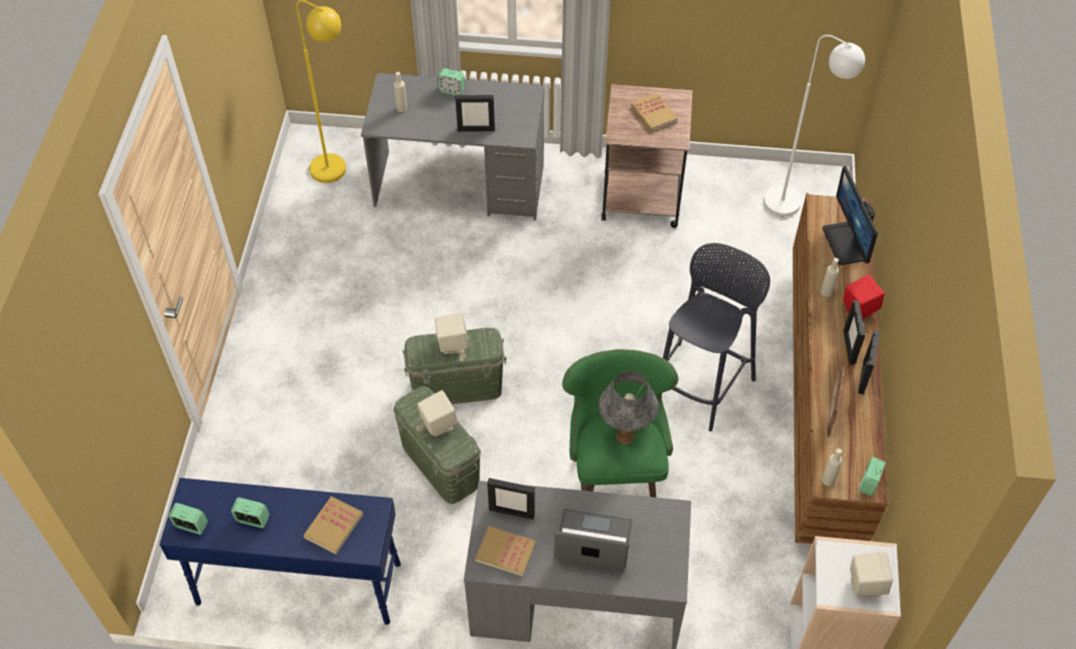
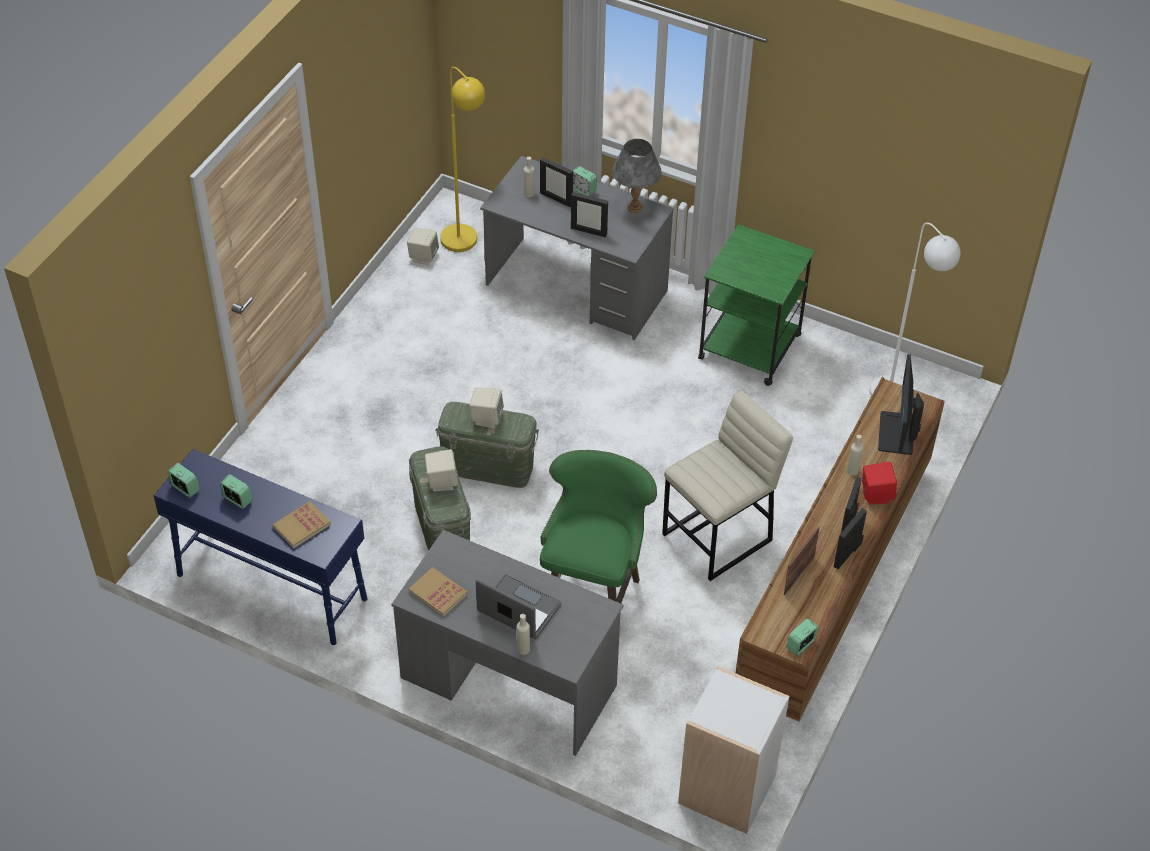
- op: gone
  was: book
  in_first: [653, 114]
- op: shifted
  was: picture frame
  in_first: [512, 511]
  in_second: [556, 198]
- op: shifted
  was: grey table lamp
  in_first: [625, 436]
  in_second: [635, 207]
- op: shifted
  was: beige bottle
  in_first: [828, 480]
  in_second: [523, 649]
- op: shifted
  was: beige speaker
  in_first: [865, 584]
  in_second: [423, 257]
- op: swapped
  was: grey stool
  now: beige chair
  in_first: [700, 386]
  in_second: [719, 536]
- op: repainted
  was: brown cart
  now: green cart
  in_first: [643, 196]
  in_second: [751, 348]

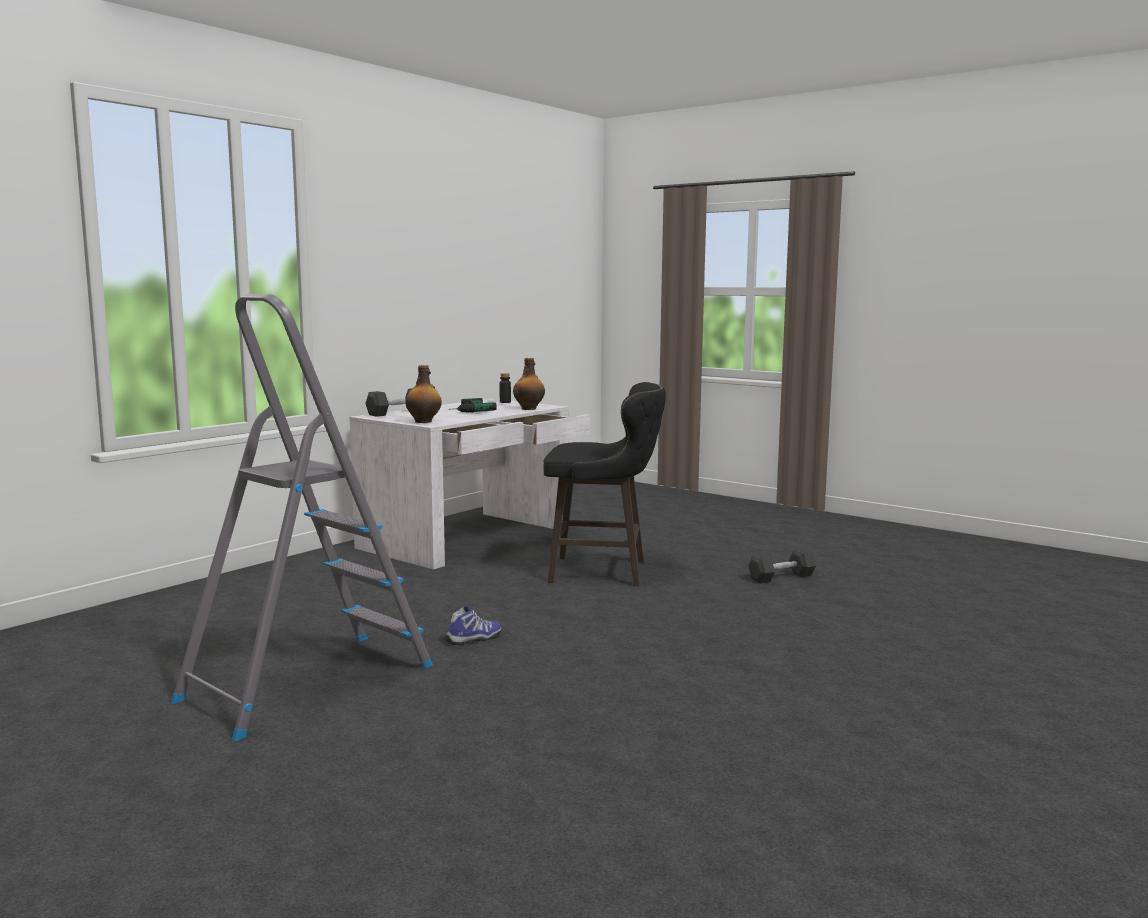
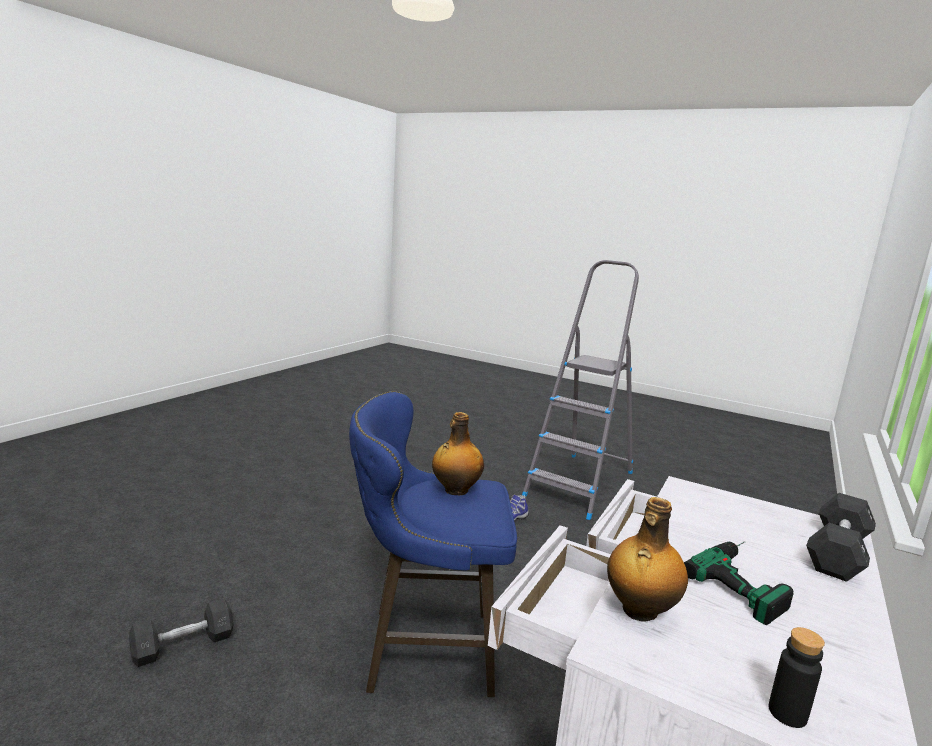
- op: shifted
  was: bottle
  in_first: [424, 421]
  in_second: [455, 490]
- op: repainted
  was: black stool
  now: blue stool
  in_first: [604, 571]
  in_second: [423, 649]

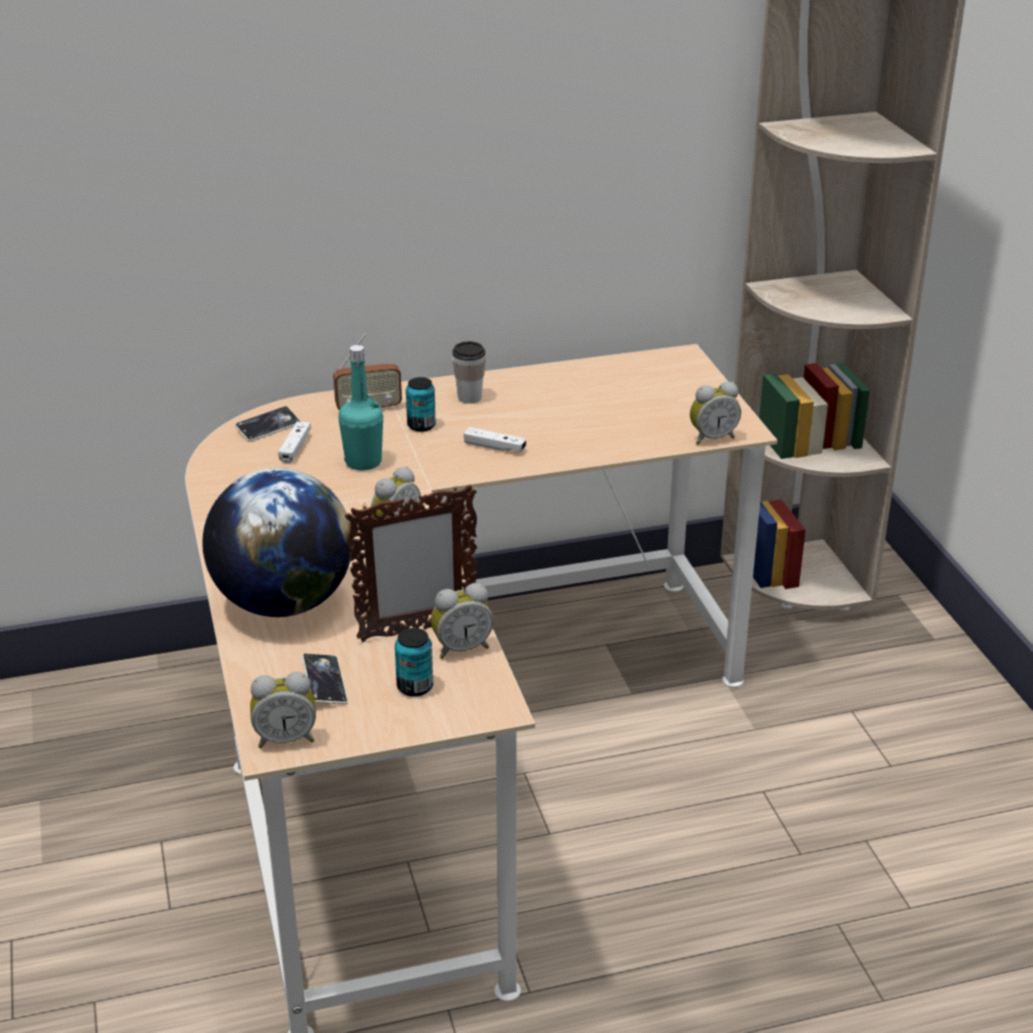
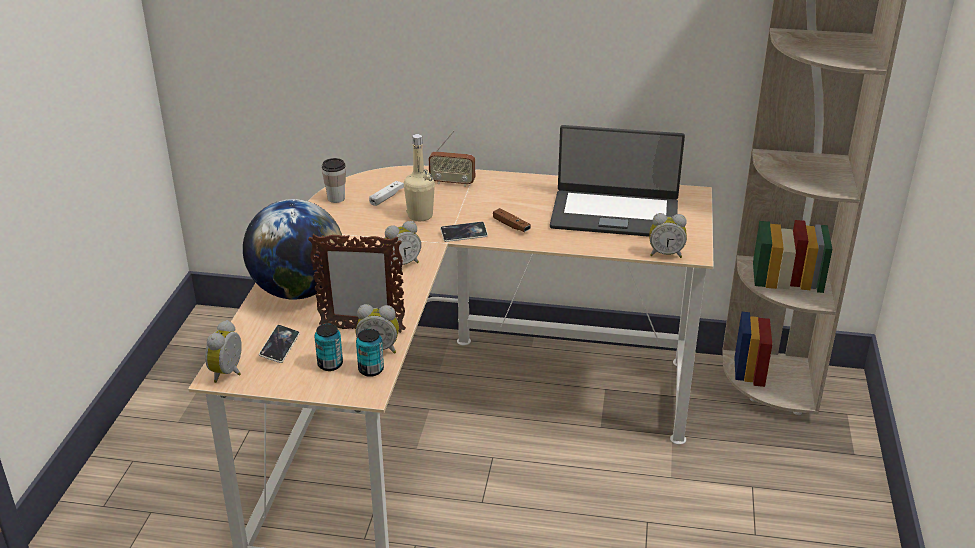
- op: new
  now: laptop
  in_second: [615, 214]
- op: shifted
  was: phone
  in_first: [268, 427]
  in_second: [464, 234]
- op: shifted
  was: can
  in_first: [421, 425]
  in_second: [371, 370]
- op: shifted
  was: cup
  in_first: [469, 397]
  in_second: [336, 198]
- op: repainted
  was: turquoise bottle
  now: beige bottle
  in_first: [363, 462]
  in_second: [420, 216]
- op: repainted
  was: white game controller
  now: brown game controller
  in_first: [494, 447]
  in_second: [511, 225]
- op: rotated
  was: alarm clock
  in_first: [286, 738]
  in_second: [229, 373]
  clockwise: 90

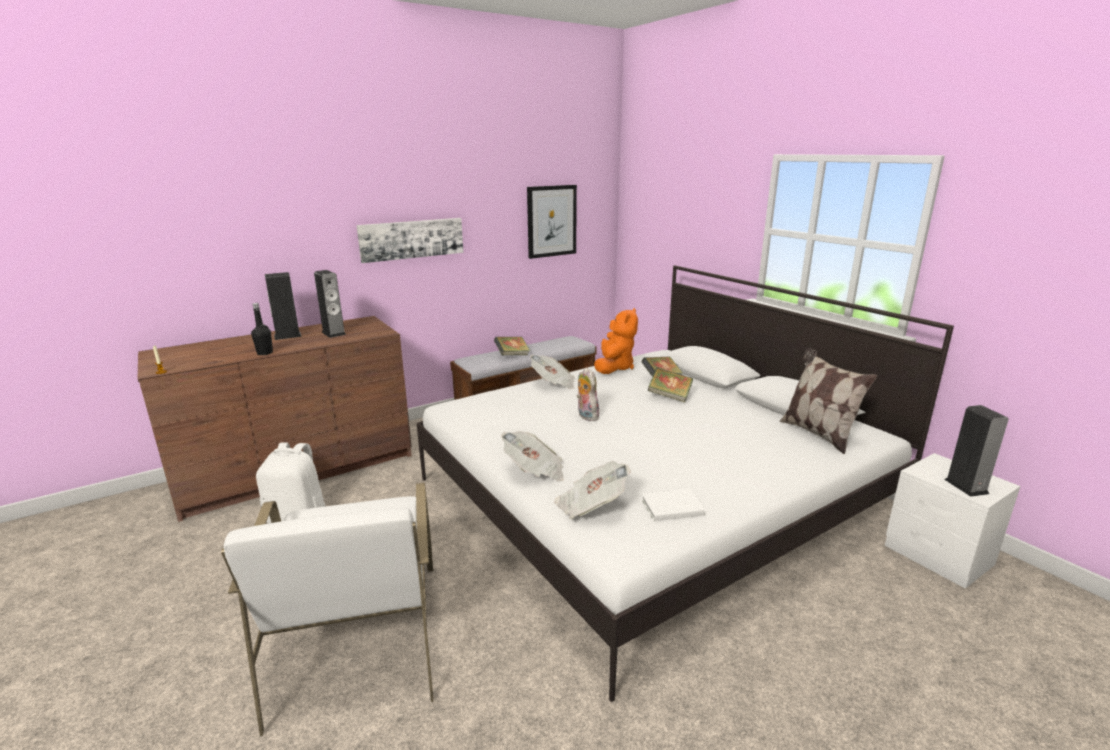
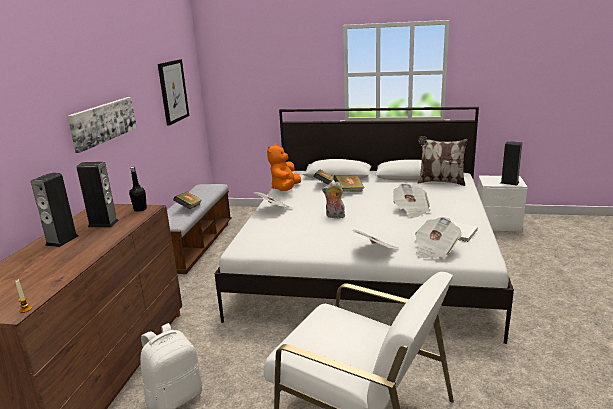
- op: new
  now: newspaper
  in_second: [411, 210]
- op: shifted
  was: black bottle
  in_first: [265, 353]
  in_second: [140, 209]
- op: rotated
  was: orange plush toy
  in_first: [614, 367]
  in_second: [285, 189]
  clockwise: -135

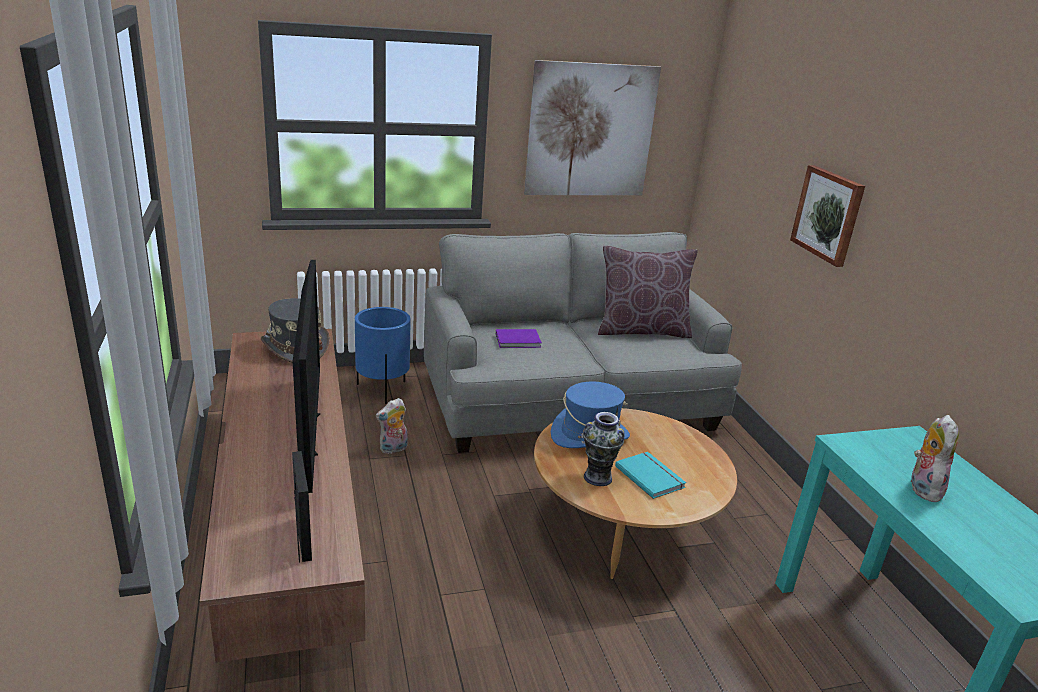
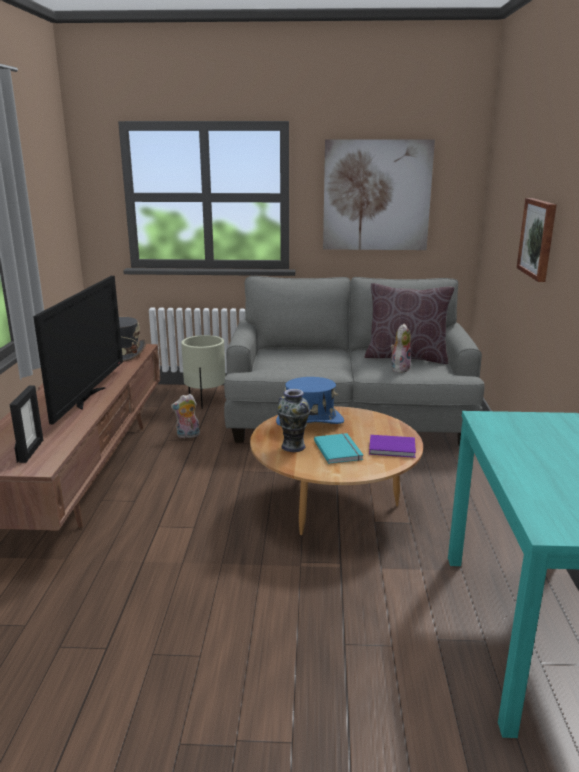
- op: shifted
  was: purple book
  in_first: [519, 341]
  in_second: [393, 448]
- op: shifted
  was: plush toy
  in_first: [922, 488]
  in_second: [399, 368]
- op: repainted
  was: blue planter
  now: beige planter
  in_first: [383, 389]
  in_second: [206, 400]

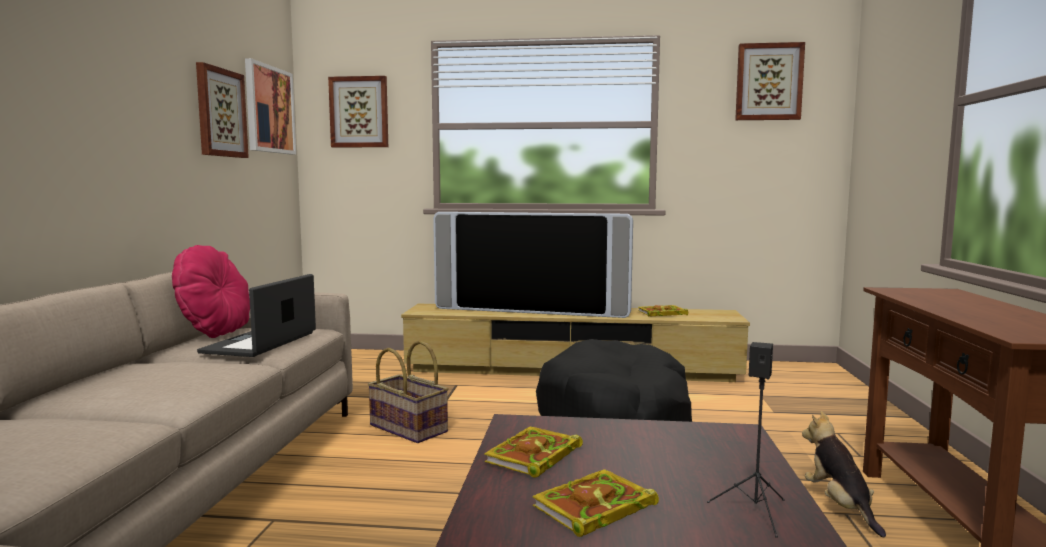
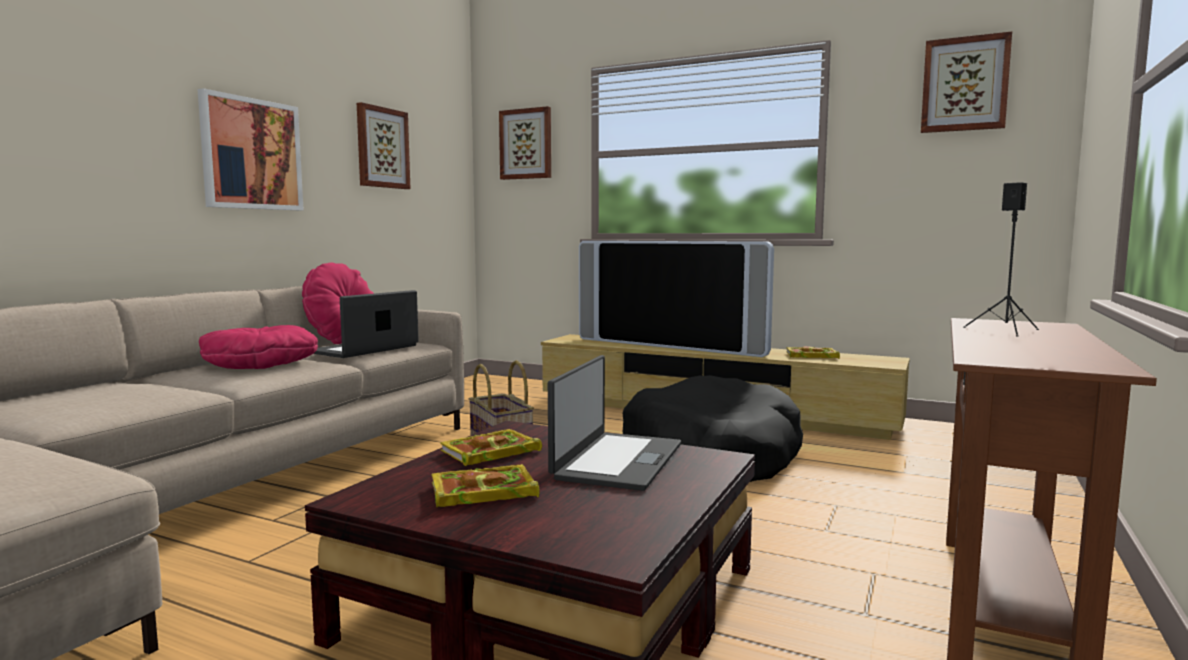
- op: gone
  was: plush toy
  in_first: [840, 506]
- op: new
  now: pink pillow
  in_second: [259, 363]
- op: new
  now: laptop
  in_second: [617, 461]
- op: shifted
  was: picture
  in_first: [269, 109]
  in_second: [251, 154]
- op: shifted
  was: black speaker
  in_first: [755, 511]
  in_second: [1006, 331]

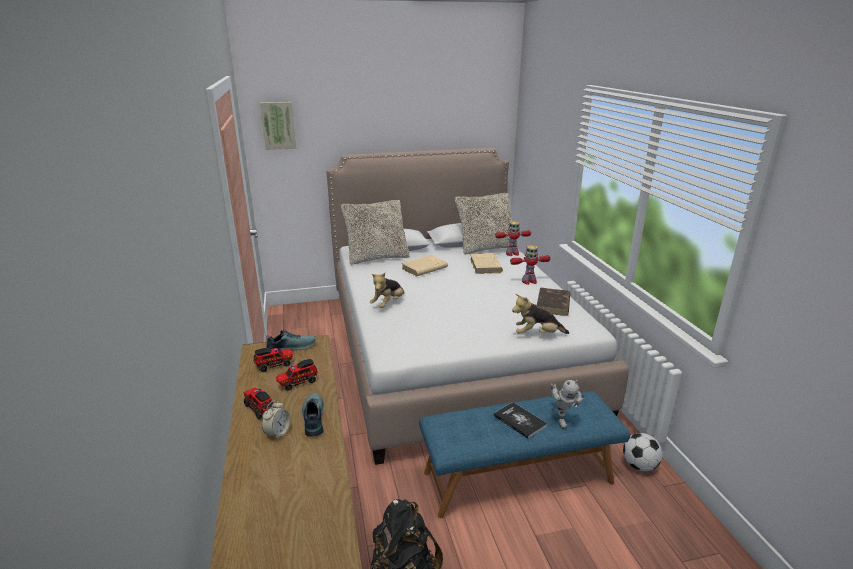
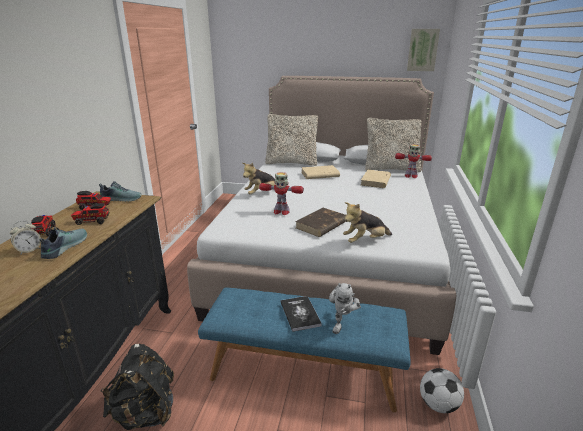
- op: shifted
  was: picture
  in_first: [278, 125]
  in_second: [422, 50]
- op: shifted
  was: toy robot
  in_first: [528, 281]
  in_second: [281, 212]
- op: shifted
  was: brown book
  in_first: [553, 304]
  in_second: [321, 225]
- op: rotated
  was: plush toy
  in_first: [537, 334]
  in_second: [365, 241]
  clockwise: -45

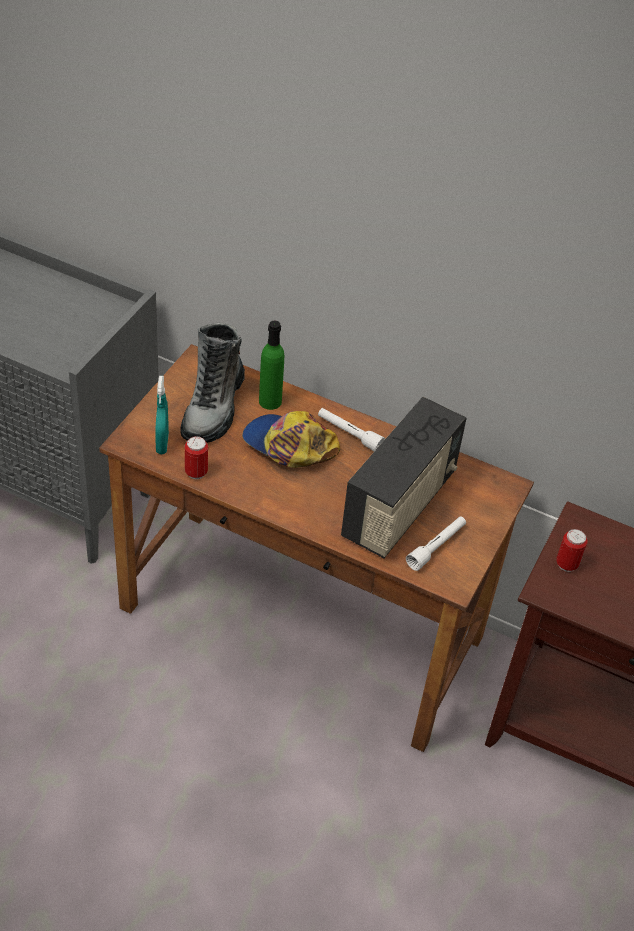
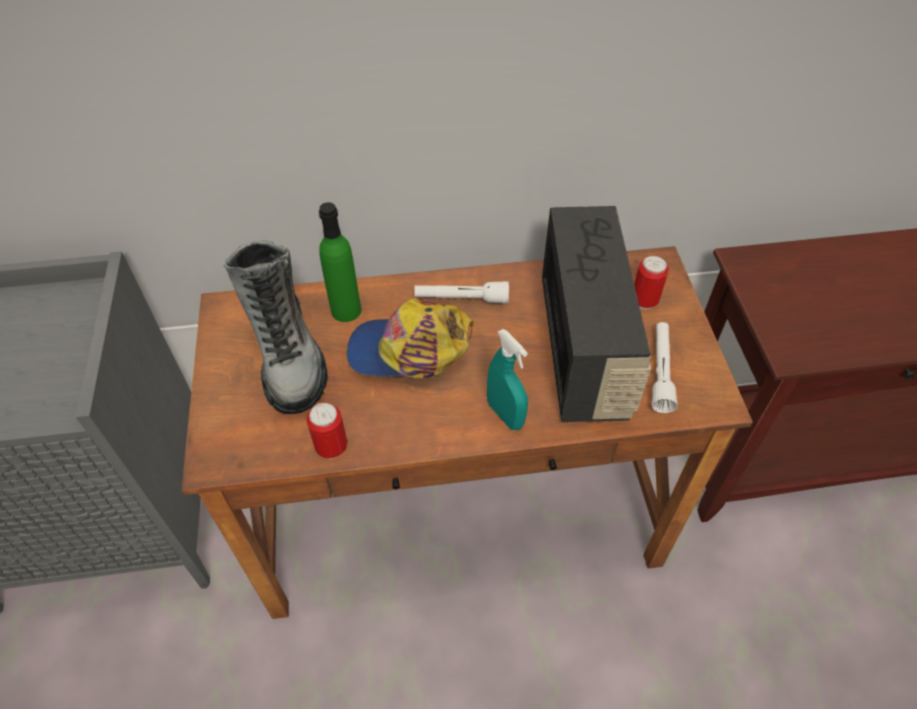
- op: shifted
  was: turquoise spray bottle
  in_first: [162, 444]
  in_second: [505, 415]
- op: shifted
  was: can
  in_first: [567, 564]
  in_second: [644, 301]

